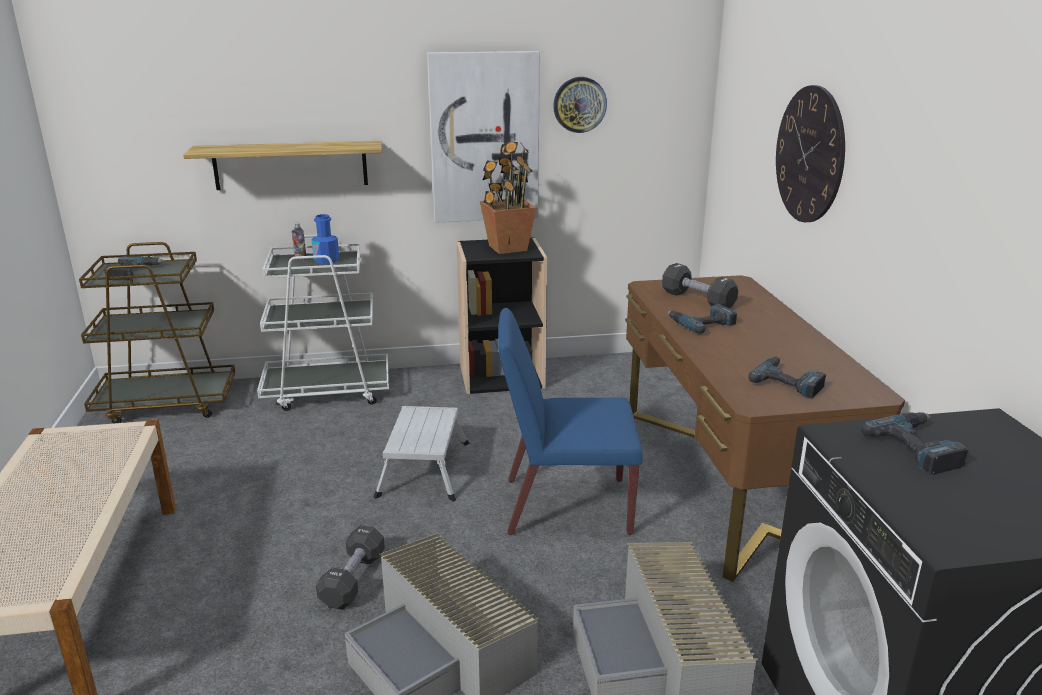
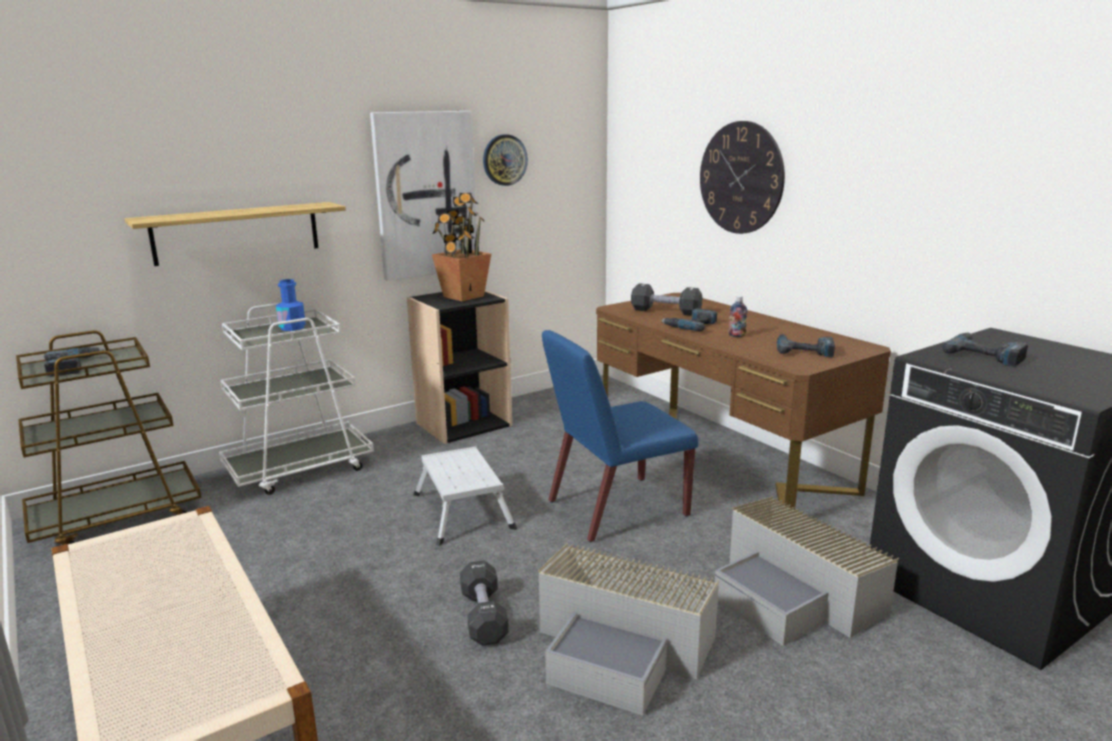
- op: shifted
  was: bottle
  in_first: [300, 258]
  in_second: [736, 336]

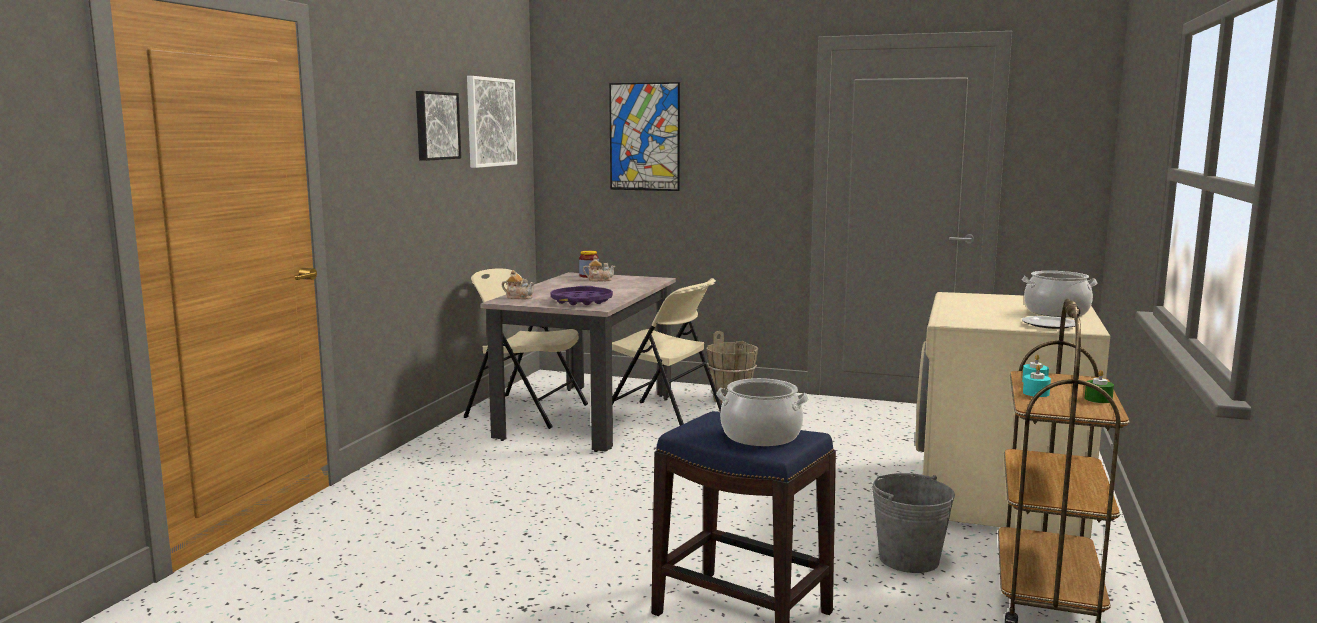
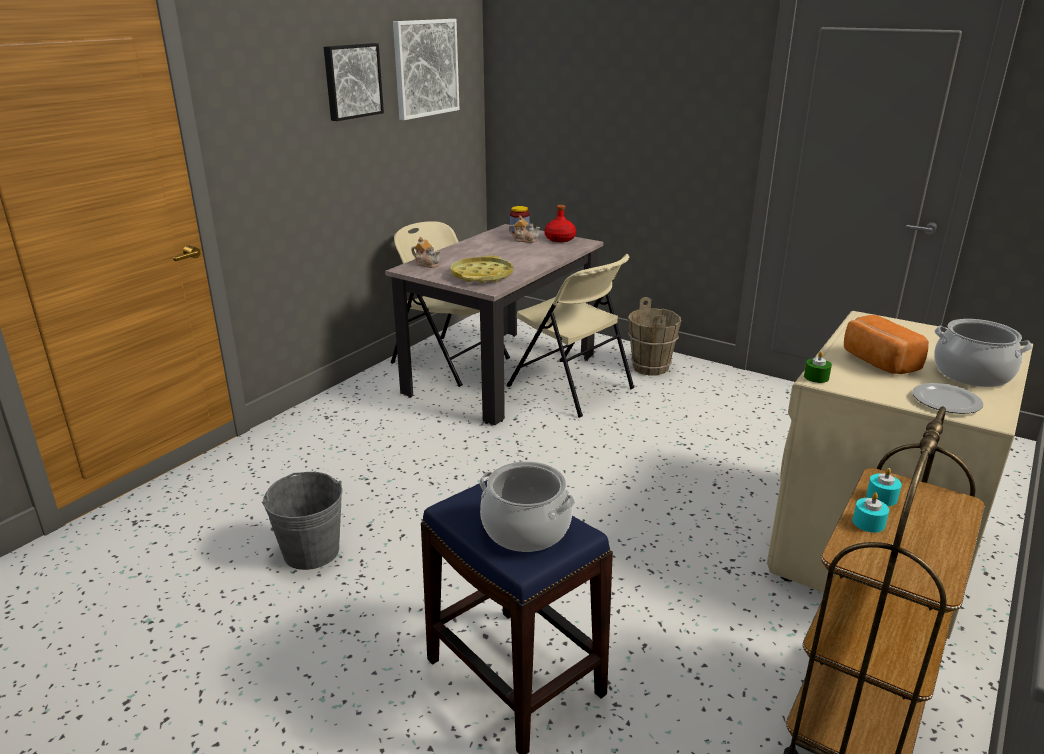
- op: gone
  was: picture
  in_first: [644, 137]
- op: new
  now: red bottle
  in_second: [560, 239]
- op: new
  now: bread
  in_second: [877, 362]
- op: shifted
  was: grey bucket
  in_first: [908, 559]
  in_second: [311, 551]
- op: shifted
  was: green candle
  in_first: [1098, 399]
  in_second: [816, 377]
- op: repainted
  was: purple tray
  now: yellow tray
  in_first: [582, 301]
  in_second: [482, 275]

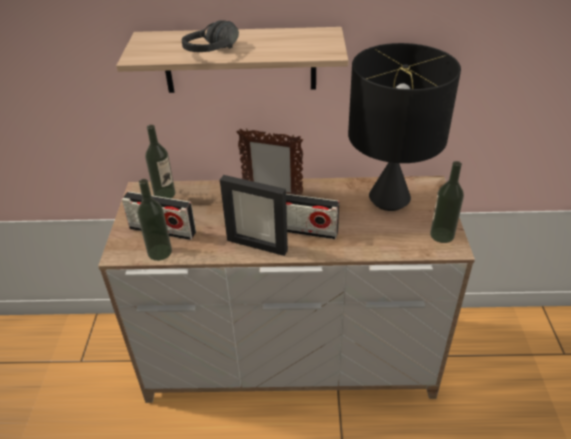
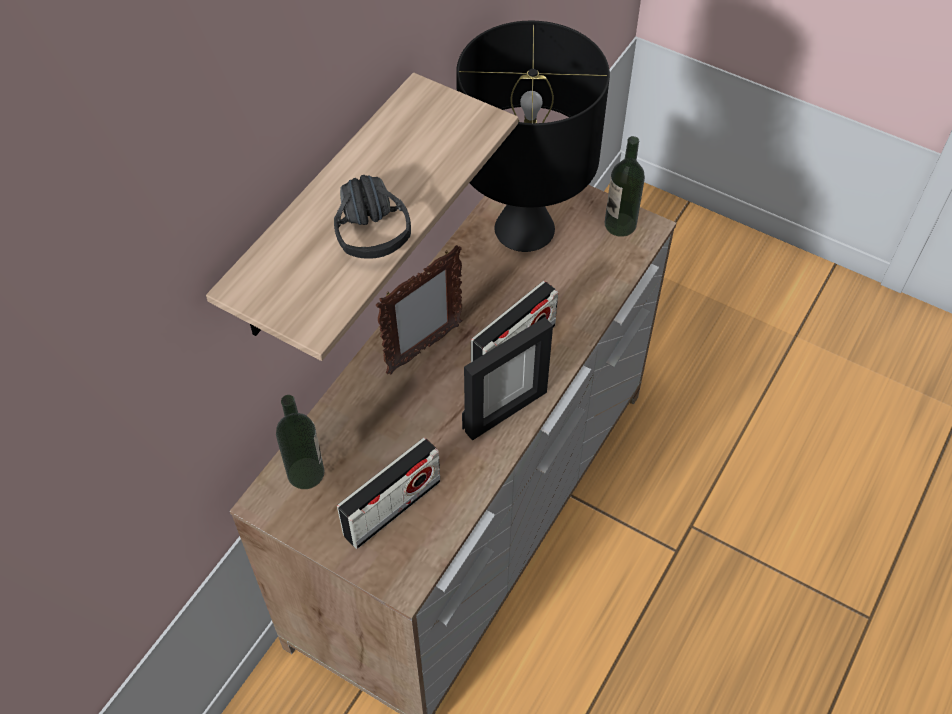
- op: gone
  was: bottle
  in_first: [159, 252]

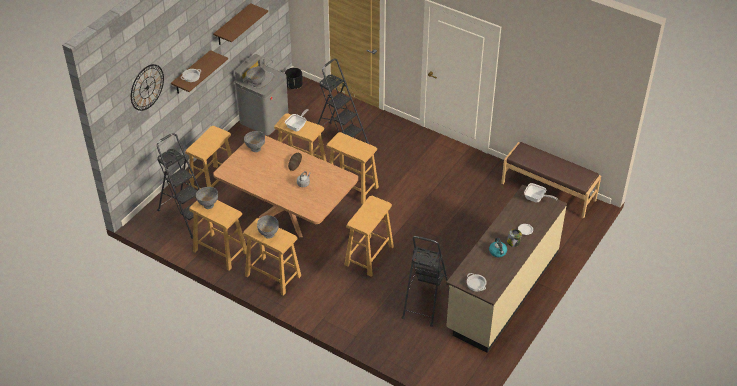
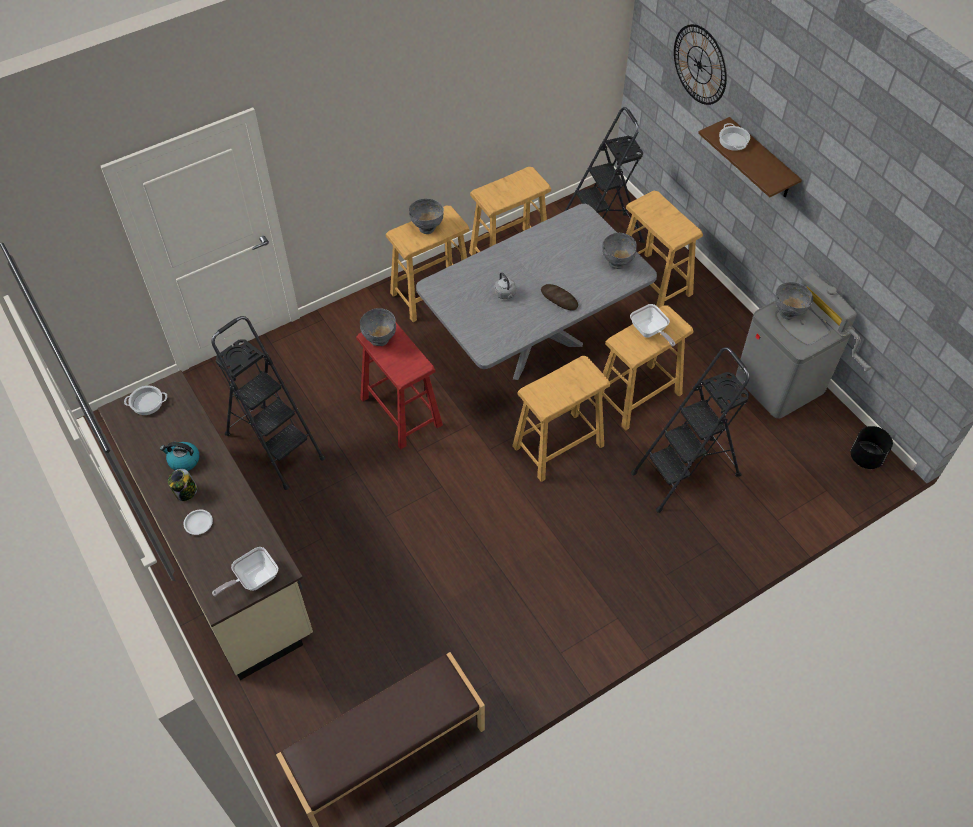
- op: gone
  was: brown shelf
  in_first: [232, 25]
- op: shifted
  was: grey bowl
  in_first: [208, 205]
  in_second: [380, 339]
- op: repainted
  was: brown dining table
  now: grey dining table
  in_first: [289, 218]
  in_second: [533, 344]
- op: repainted
  was: beige stool
  now: red stool
  in_first: [369, 256]
  in_second: [401, 411]

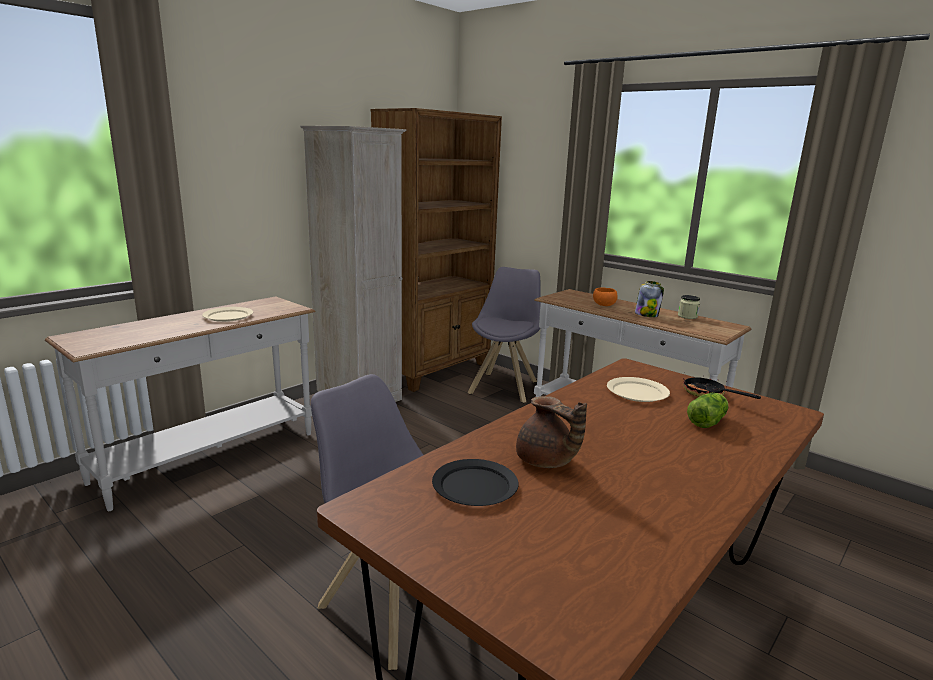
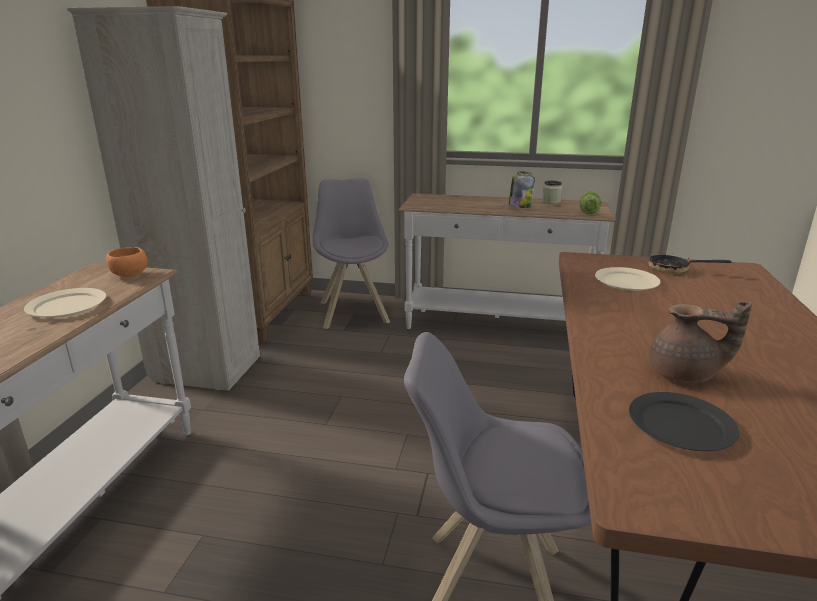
- op: shifted
  was: orange bowl
  in_first: [603, 305]
  in_second: [128, 275]
- op: shifted
  was: lettuce
  in_first: [708, 421]
  in_second: [588, 210]

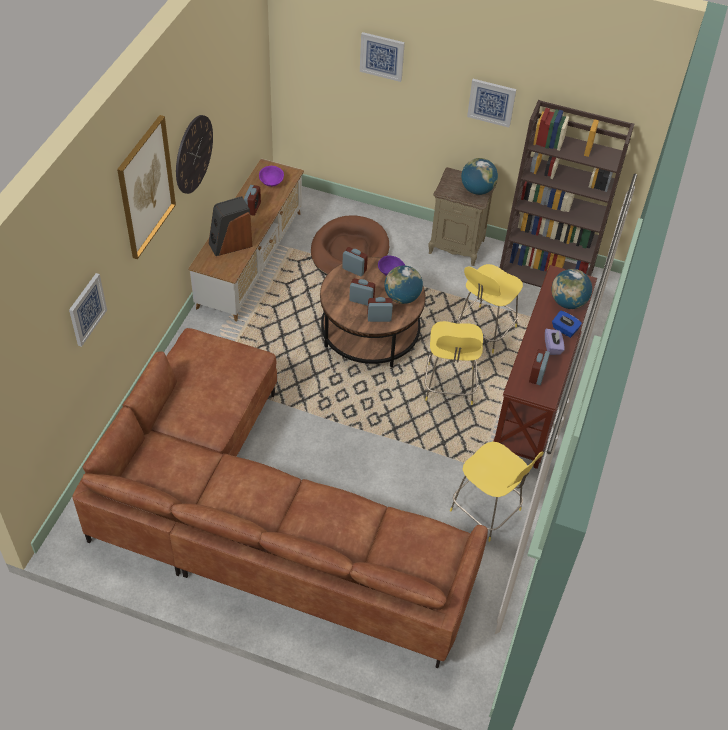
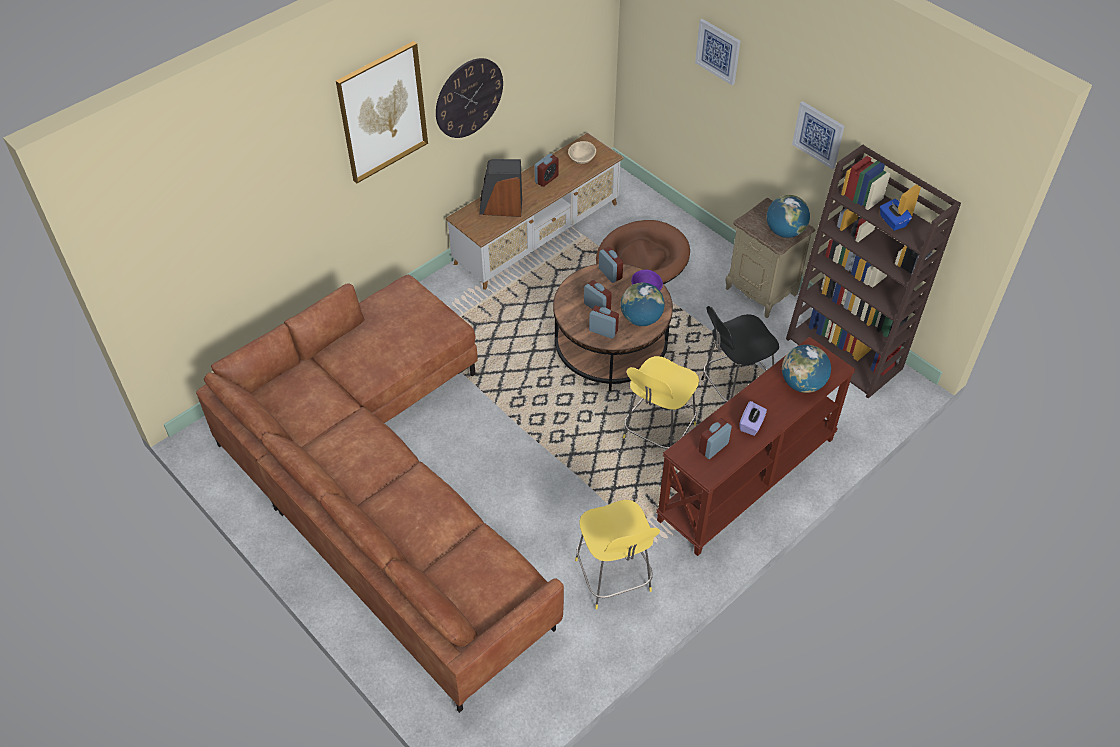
- op: gone
  was: picture
  in_first: [86, 309]
- op: shifted
  was: blue tissue box
  in_first: [564, 330]
  in_second: [892, 221]
- op: repainted
  was: purple bowl
  now: beige bowl
  in_first: [271, 182]
  in_second: [582, 159]
- op: repainted
  was: yellow stool
  now: black stool
  in_first: [484, 331]
  in_second: [734, 390]

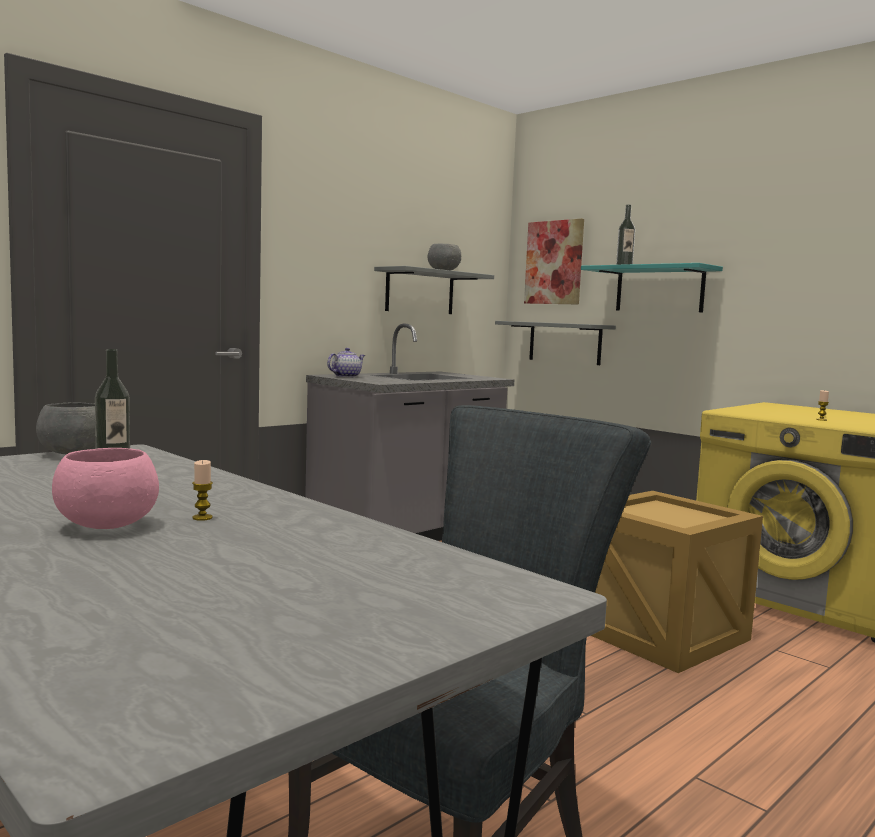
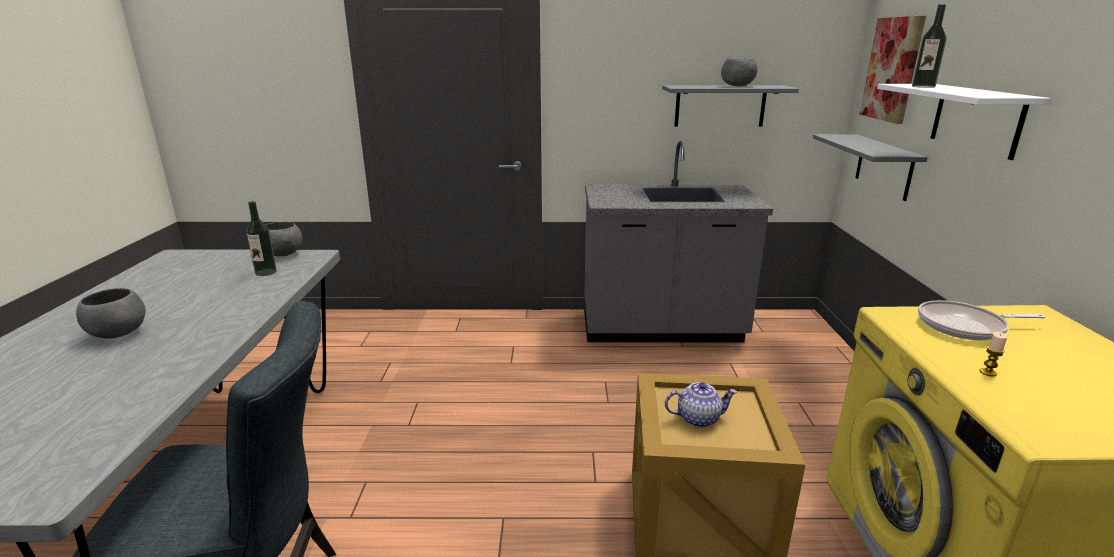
- op: gone
  was: candle
  in_first: [202, 518]
- op: new
  now: frying pan
  in_second: [965, 326]
- op: shifted
  was: teapot
  in_first: [346, 376]
  in_second: [698, 418]
- op: repainted
  was: pink bowl
  now: grey bowl
  in_first: [106, 526]
  in_second: [119, 333]
- op: repainted
  was: turquoise shelf
  now: white shelf
  in_first: [659, 289]
  in_second: [976, 119]

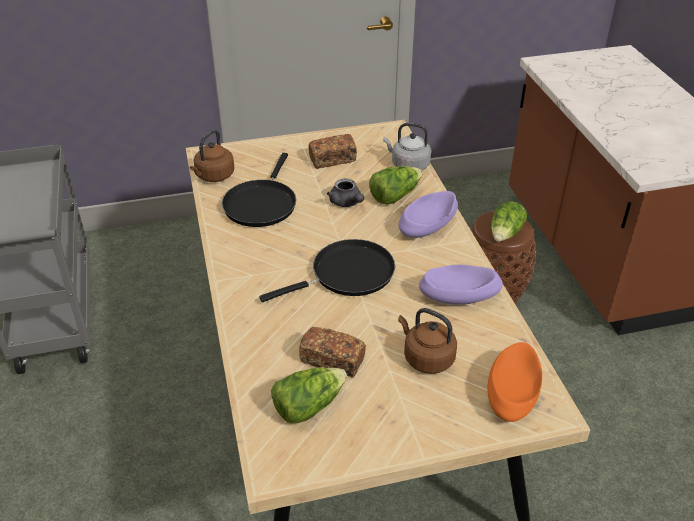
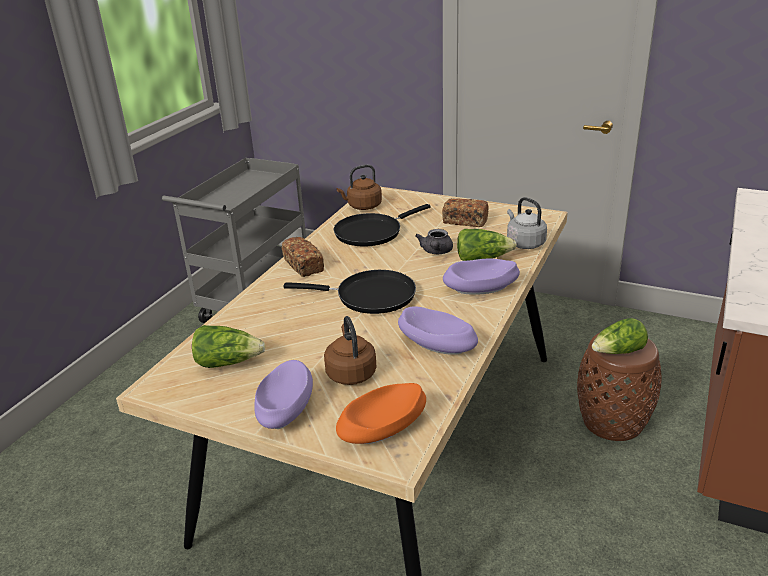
- op: new
  now: purple bowl
  in_second: [286, 409]
- op: shifted
  was: bread
  in_first: [332, 360]
  in_second: [303, 266]

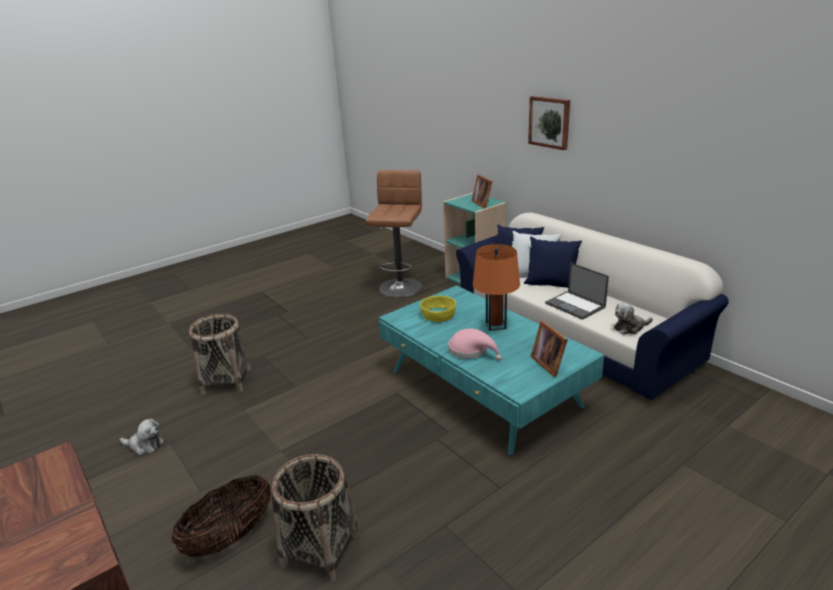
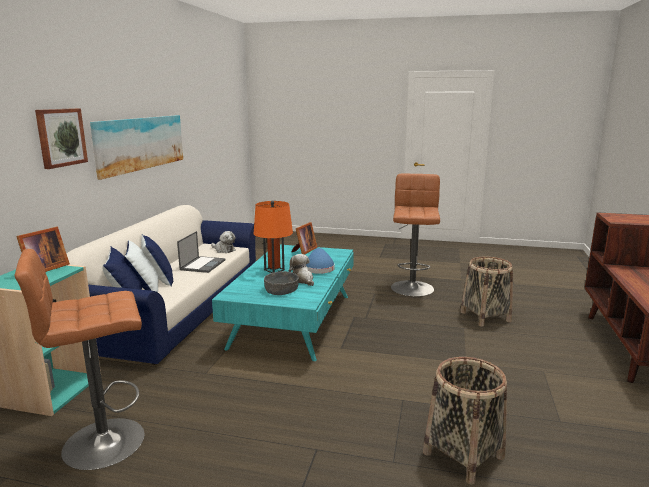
- op: gone
  was: basket
  in_first: [230, 537]
- op: new
  now: picture
  in_second: [140, 143]
- op: new
  now: brown stool
  in_second: [412, 288]
- op: shifted
  was: plush toy
  in_first: [145, 445]
  in_second: [302, 280]
- op: repainted
  was: yellow bowl
  now: grey bowl
  in_first: [439, 315]
  in_second: [281, 289]
- op: repainted
  was: pink hat
  now: blue hat
  in_first: [471, 350]
  in_second: [319, 268]

